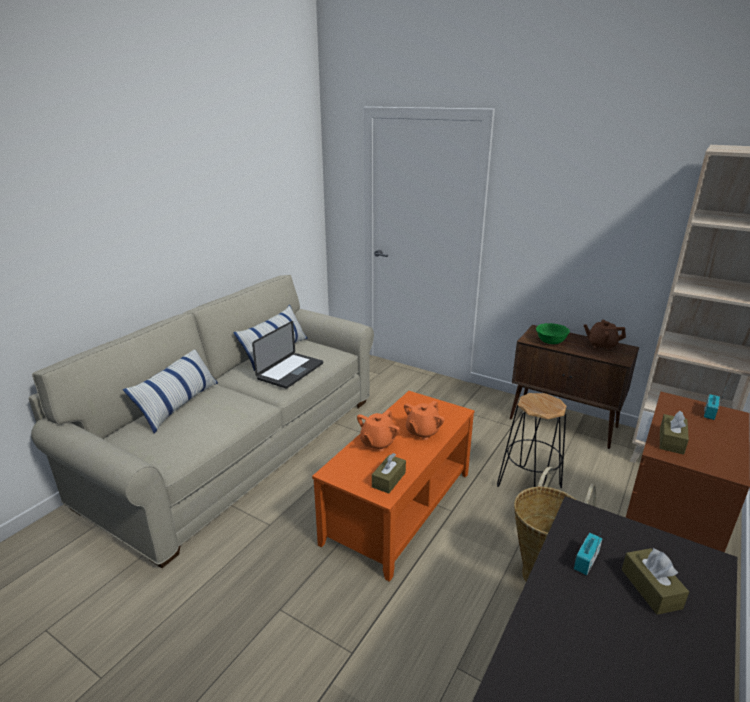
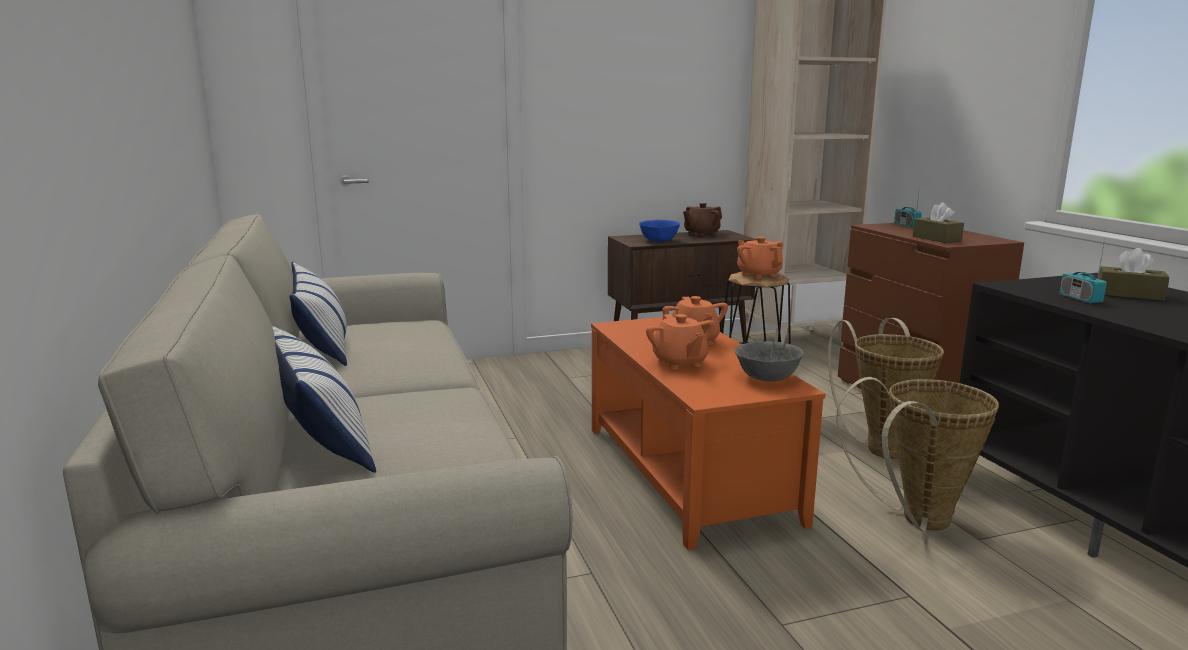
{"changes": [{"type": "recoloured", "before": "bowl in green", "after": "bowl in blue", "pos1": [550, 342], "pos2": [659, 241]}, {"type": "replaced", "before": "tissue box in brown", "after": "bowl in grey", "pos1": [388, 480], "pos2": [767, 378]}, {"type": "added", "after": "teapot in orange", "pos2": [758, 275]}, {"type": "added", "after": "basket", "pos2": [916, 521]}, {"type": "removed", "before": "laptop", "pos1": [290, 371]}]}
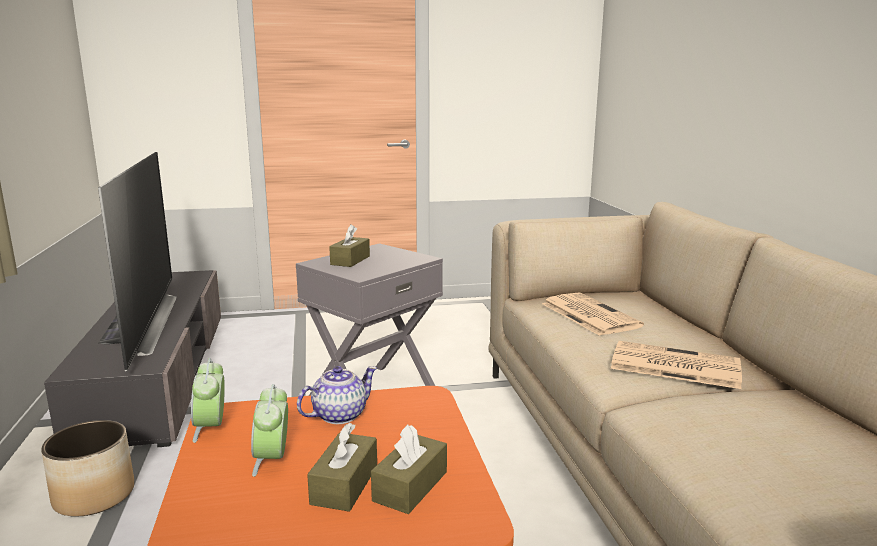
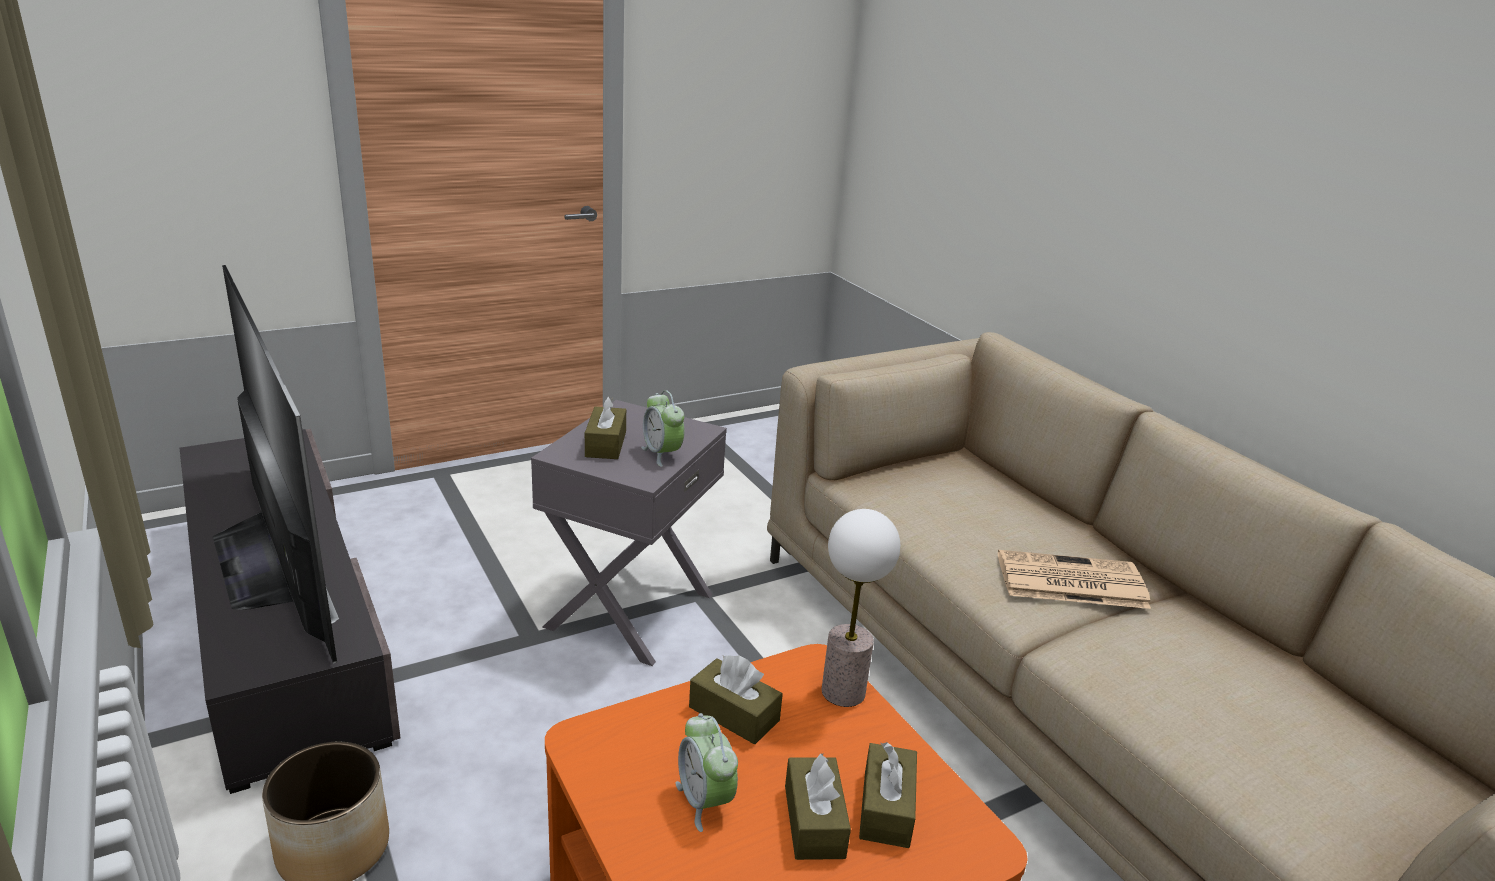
{"changes": [{"type": "moved", "before": "alarm clock", "pos1": [211, 428], "pos2": [662, 454]}, {"type": "replaced", "before": "teapot", "after": "tissue box in brown", "pos1": [338, 415], "pos2": [734, 714]}, {"type": "added", "after": "table lamp", "pos2": [842, 691]}, {"type": "removed", "before": "newspaper", "pos1": [588, 314]}]}
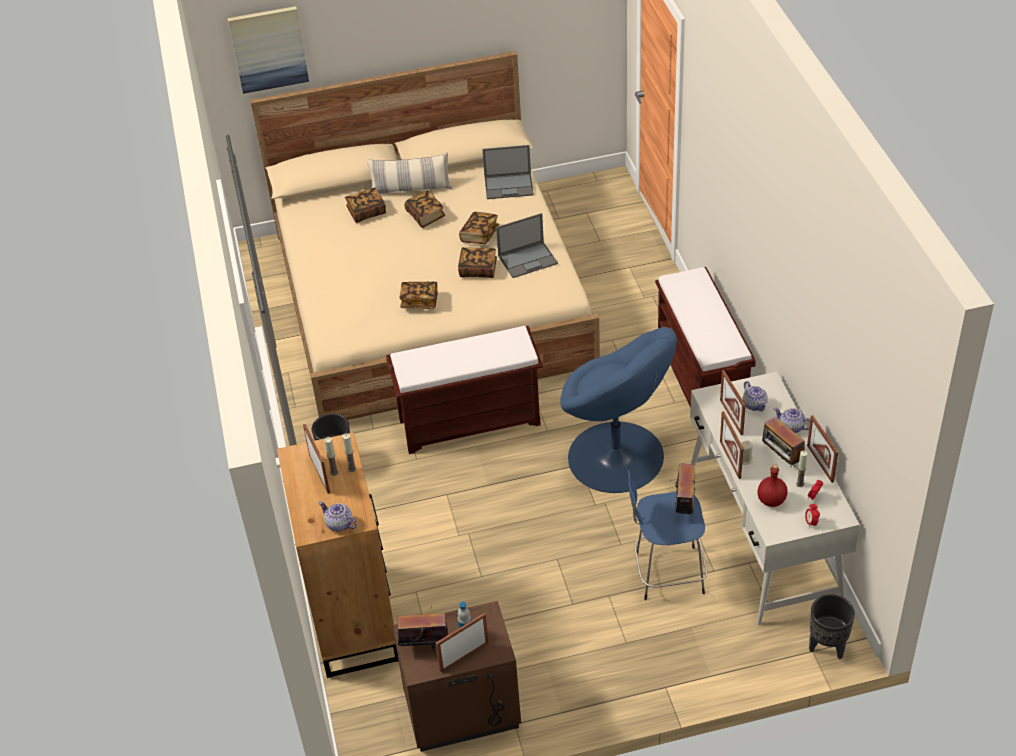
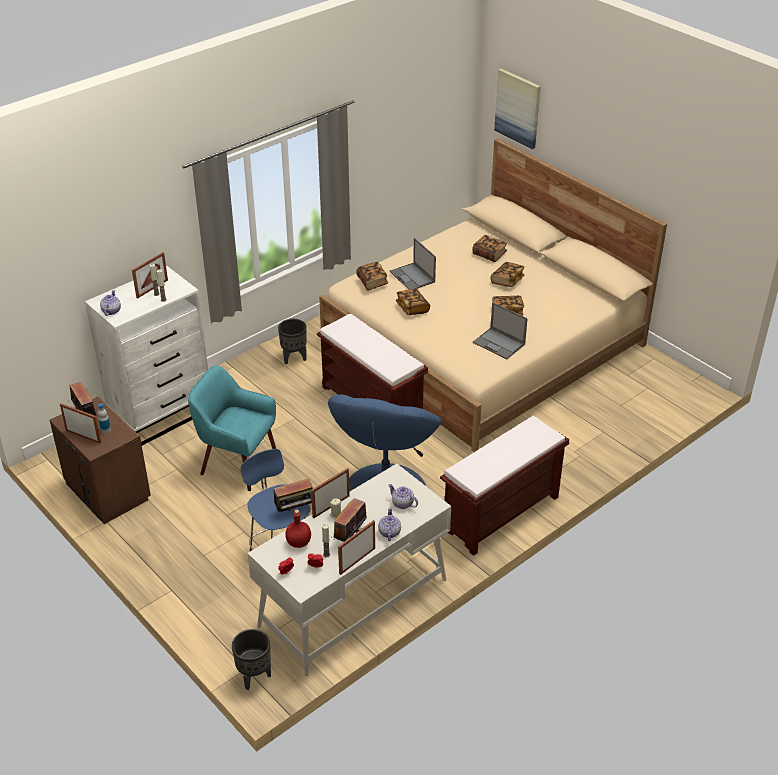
{"changes": [{"type": "recoloured", "before": "dresser in brown", "after": "dresser in white", "pos1": [353, 618], "pos2": [162, 414]}, {"type": "added", "after": "armchair in turquoise", "pos2": [237, 463]}, {"type": "moved", "before": "book", "pos1": [478, 270], "pos2": [372, 282]}, {"type": "turned", "before": "teapot", "pos1": [755, 405], "pos2": [402, 503], "turn": 90}, {"type": "moved", "before": "laptop", "pos1": [509, 186], "pos2": [412, 277]}, {"type": "removed", "before": "pillow", "pos1": [411, 189]}, {"type": "removed", "before": "picture frame", "pos1": [731, 417]}]}
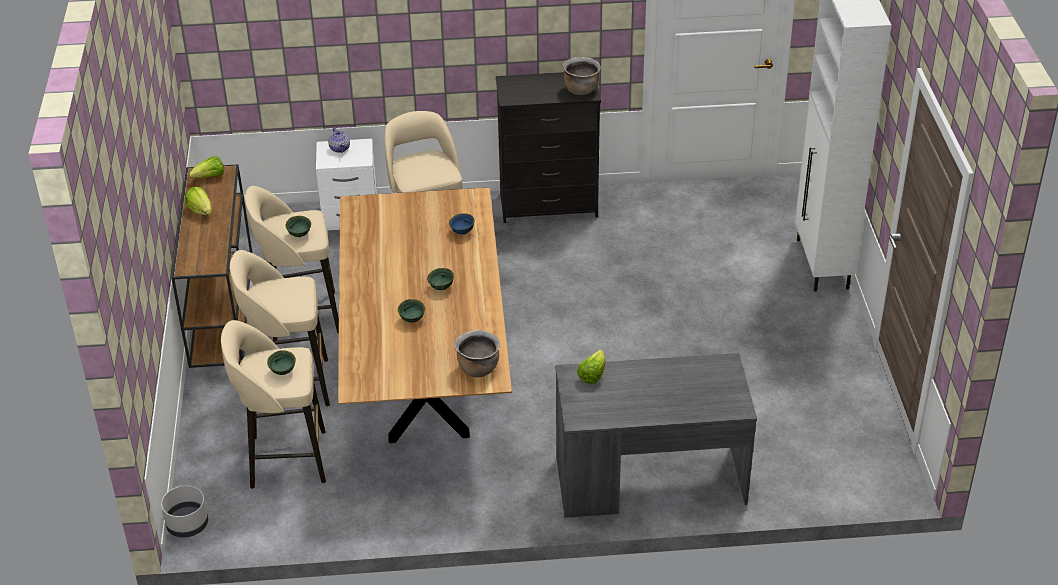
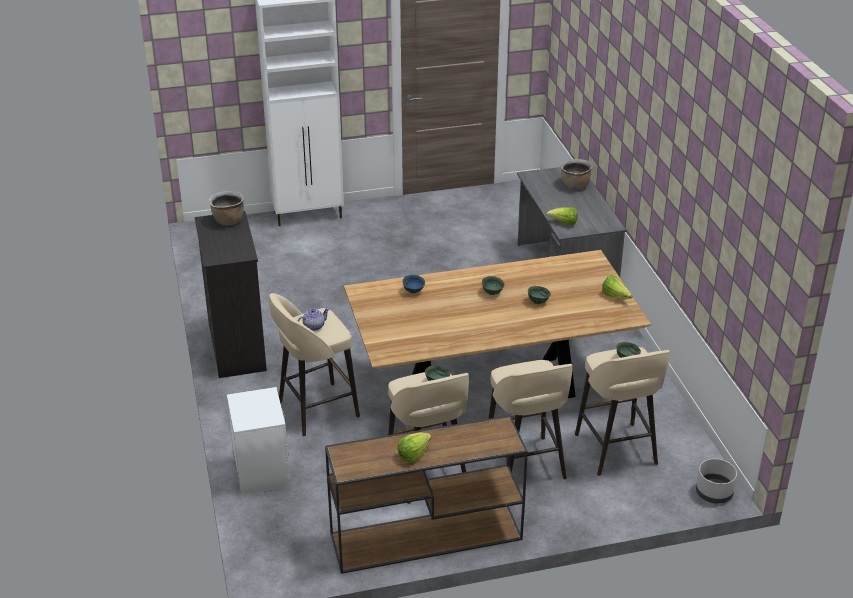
{"changes": [{"type": "moved", "before": "teapot", "pos1": [340, 148], "pos2": [313, 326]}, {"type": "moved", "before": "cooking pot in brown", "pos1": [478, 368], "pos2": [575, 186]}, {"type": "moved", "before": "lettuce", "pos1": [209, 177], "pos2": [615, 296]}]}
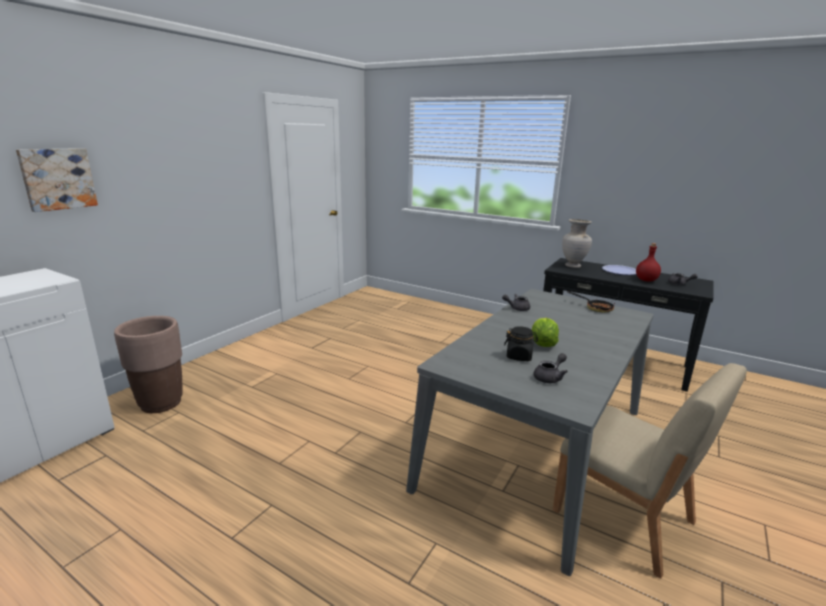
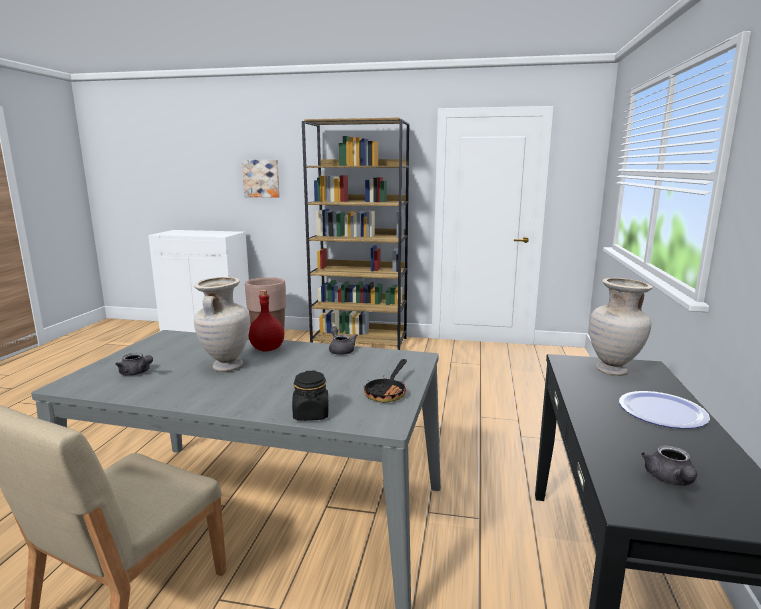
{"changes": [{"type": "replaced", "before": "lettuce", "after": "vase in beige", "pos1": [542, 344], "pos2": [226, 367]}, {"type": "moved", "before": "bottle in red", "pos1": [646, 280], "pos2": [266, 349]}, {"type": "moved", "before": "jar in black", "pos1": [519, 356], "pos2": [311, 414]}, {"type": "added", "after": "bookcase in brown", "pos2": [360, 342]}]}
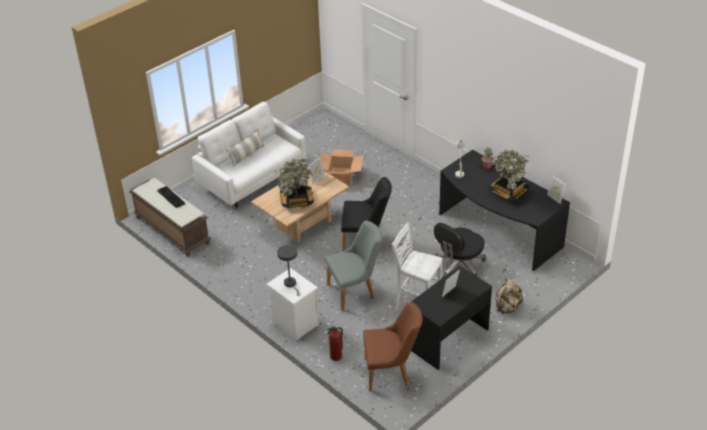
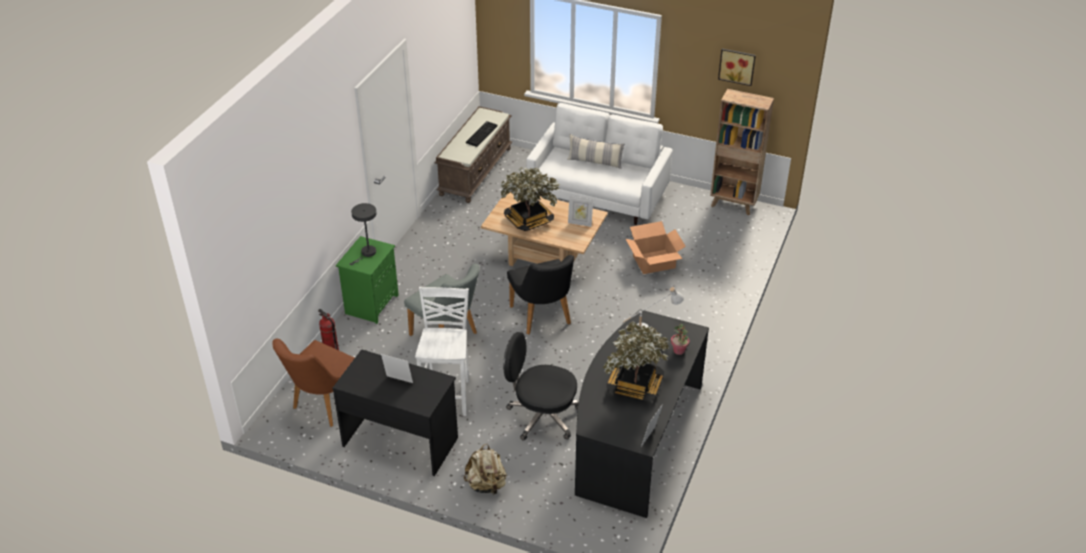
{"changes": [{"type": "turned", "before": "chair in brown", "pos1": [391, 372], "pos2": [323, 405], "turn": 60}, {"type": "recoloured", "before": "nightstand in white", "after": "nightstand in green", "pos1": [294, 323], "pos2": [371, 304]}, {"type": "added", "after": "bookcase in brown", "pos2": [734, 204]}, {"type": "added", "after": "picture", "pos2": [737, 66]}]}
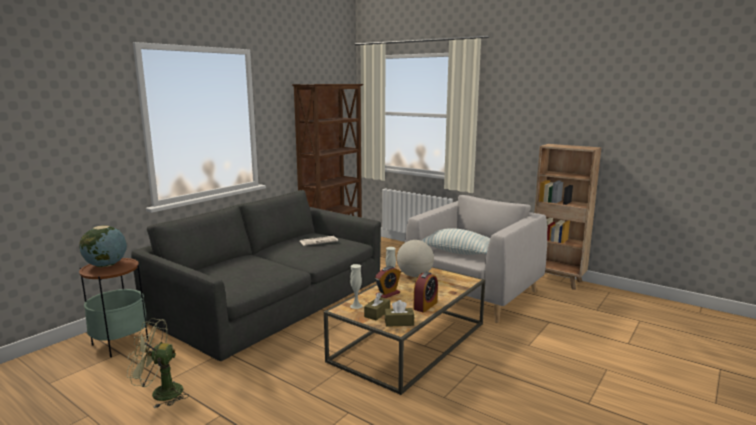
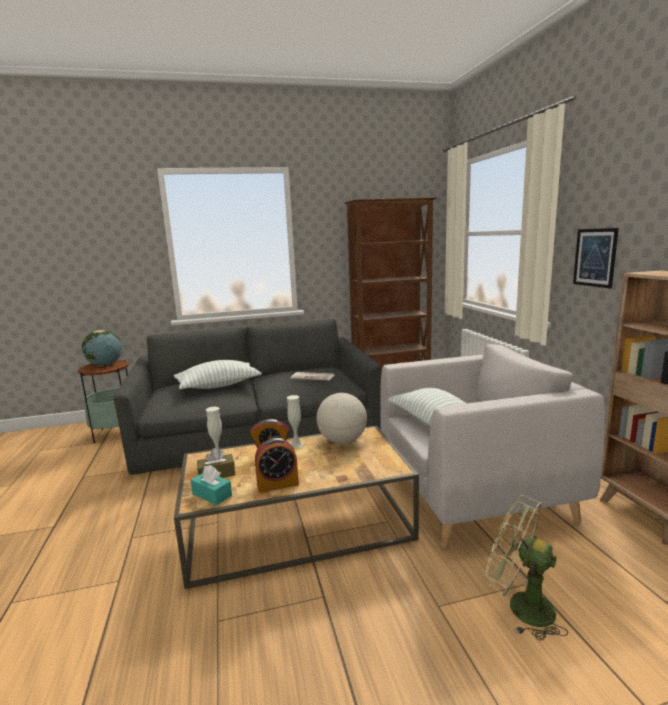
{"changes": [{"type": "added", "after": "pillow", "pos2": [218, 386]}, {"type": "recoloured", "before": "tissue box in brown", "after": "tissue box in turquoise", "pos1": [399, 322], "pos2": [212, 494]}, {"type": "moved", "before": "fan in green", "pos1": [160, 393], "pos2": [520, 606]}, {"type": "added", "after": "picture", "pos2": [594, 257]}]}
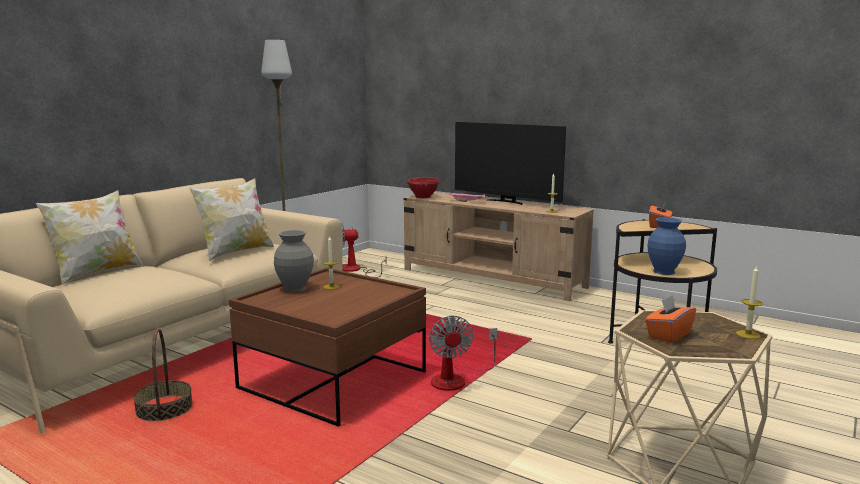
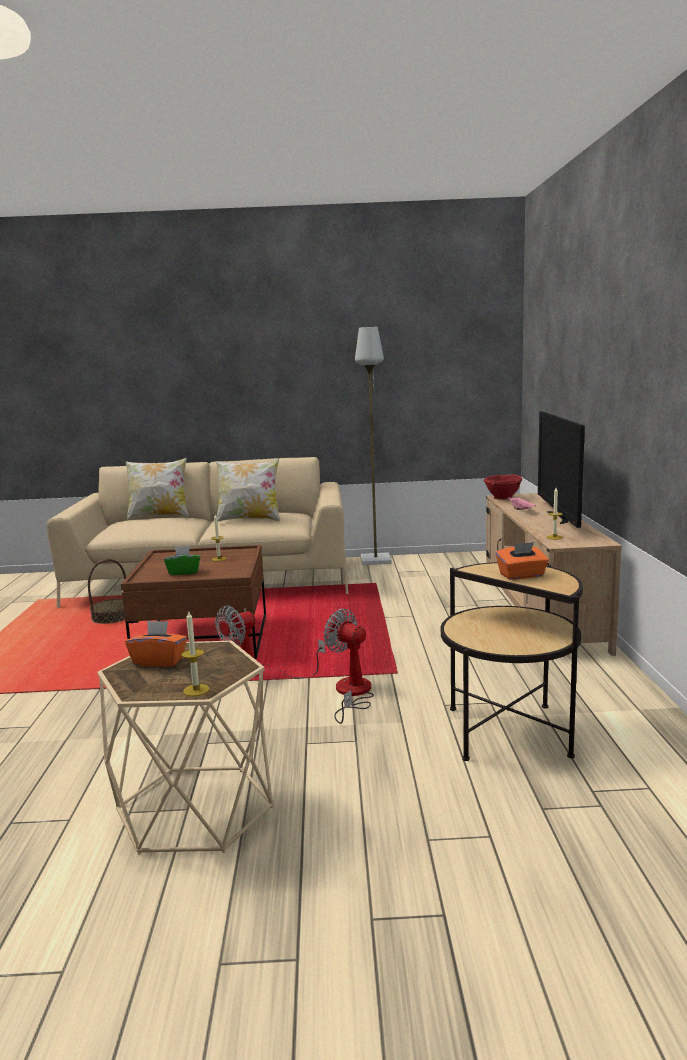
{"changes": [{"type": "added", "after": "tissue box in green", "pos2": [184, 572]}, {"type": "moved", "before": "fan", "pos1": [355, 270], "pos2": [352, 694]}, {"type": "removed", "before": "vase in grey", "pos1": [294, 289]}, {"type": "removed", "before": "vase in blue", "pos1": [665, 272]}]}
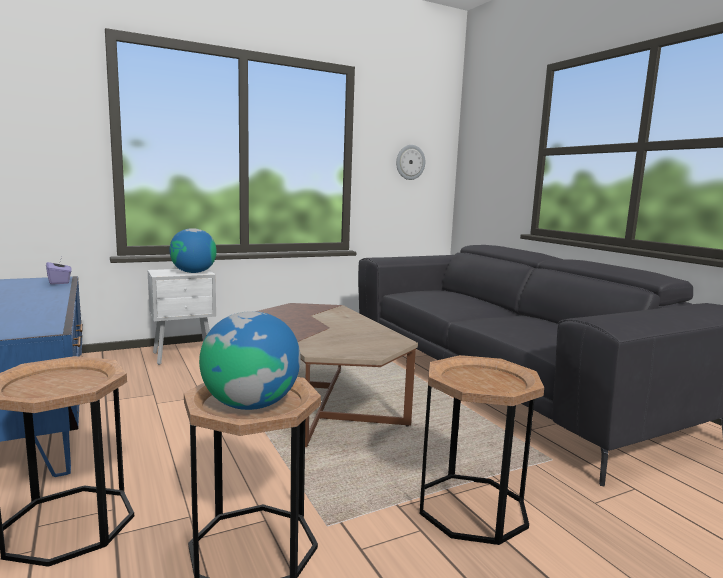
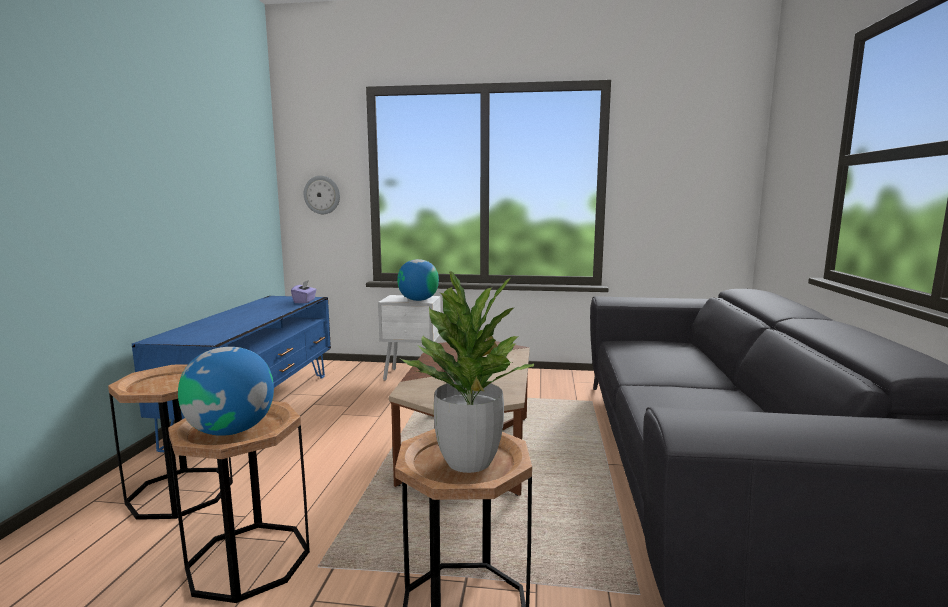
{"changes": [{"type": "moved", "before": "wall clock", "pos1": [410, 162], "pos2": [322, 195]}, {"type": "added", "after": "potted plant", "pos2": [469, 461]}]}
